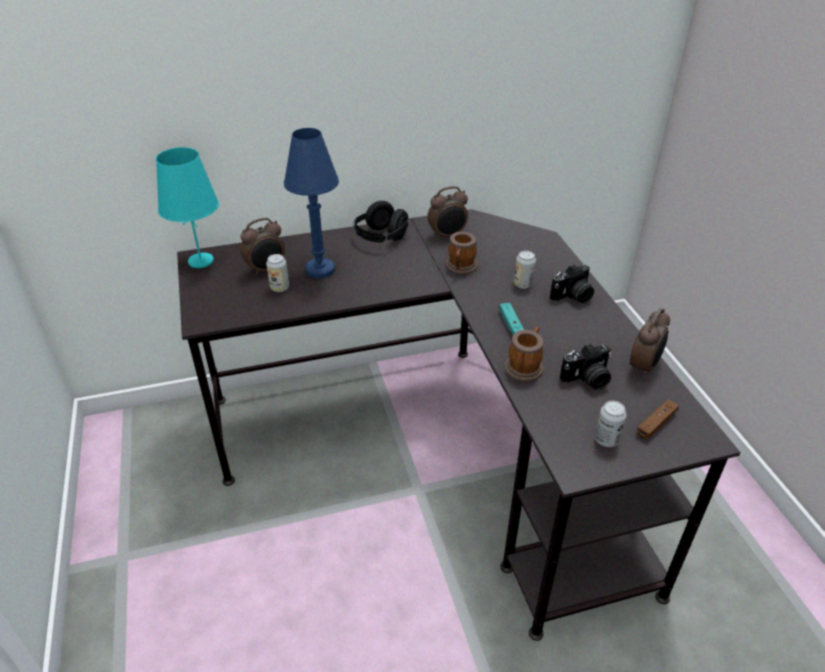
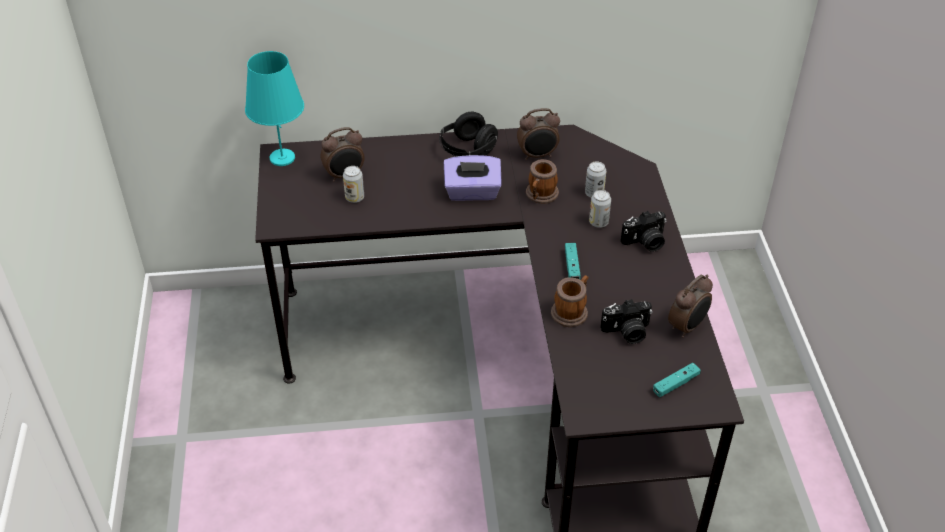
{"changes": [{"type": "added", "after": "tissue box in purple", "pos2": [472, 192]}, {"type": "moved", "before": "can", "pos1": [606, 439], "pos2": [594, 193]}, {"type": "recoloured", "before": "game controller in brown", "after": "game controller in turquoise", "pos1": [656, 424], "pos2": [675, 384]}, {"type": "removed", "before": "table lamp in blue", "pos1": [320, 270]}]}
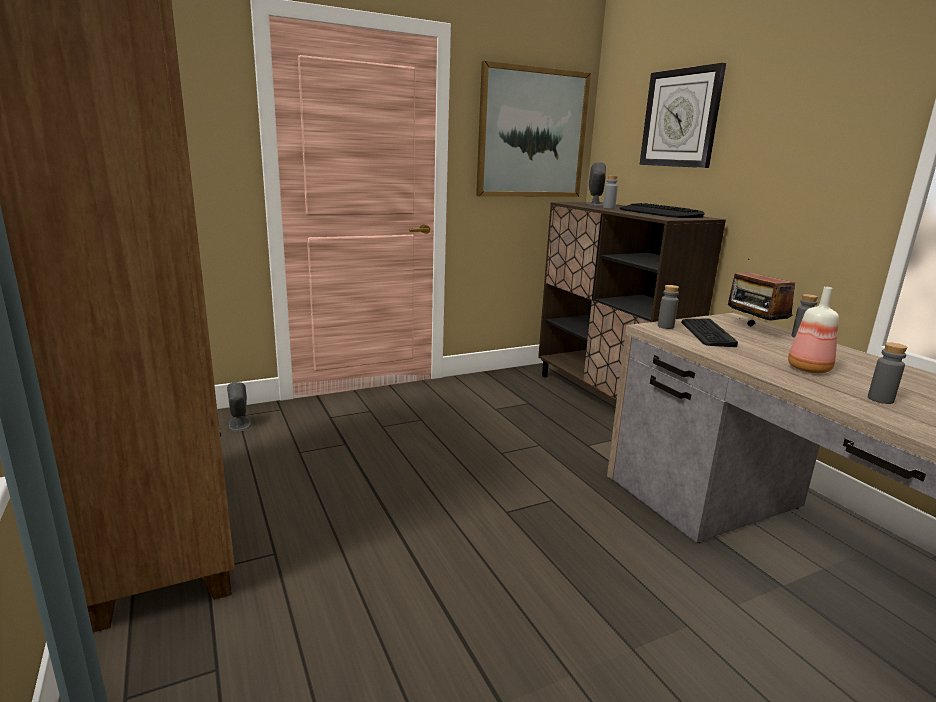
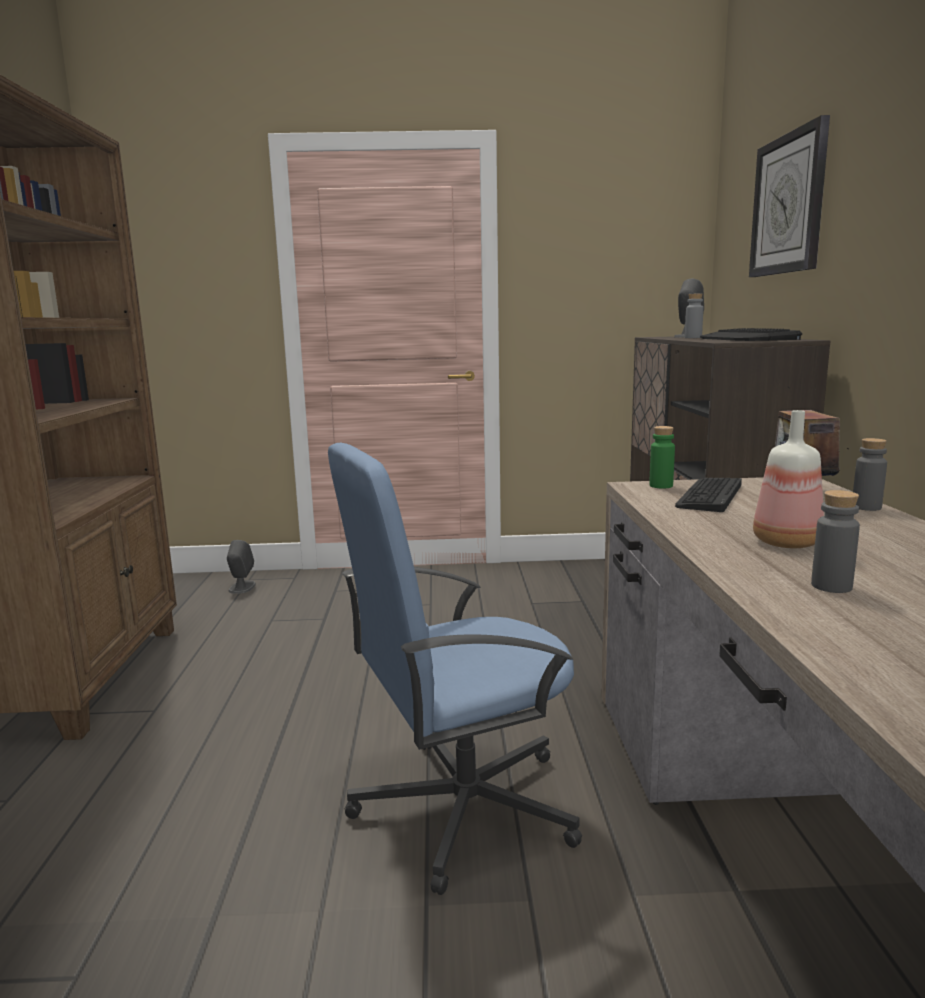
{"changes": [{"type": "added", "after": "office chair in blue", "pos2": [461, 807]}, {"type": "recoloured", "before": "bottle in grey", "after": "bottle in green", "pos1": [665, 326], "pos2": [661, 486]}, {"type": "removed", "before": "picture", "pos1": [532, 134]}]}
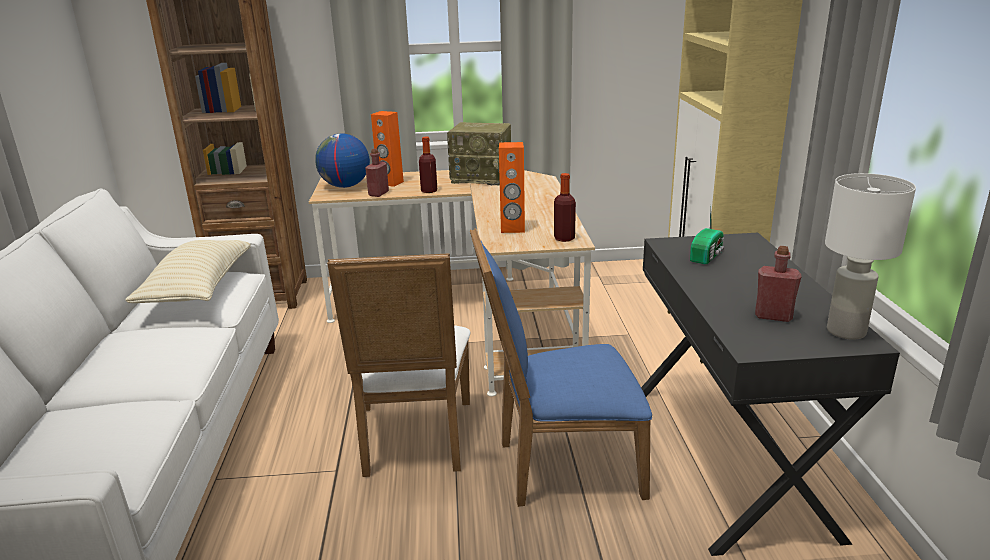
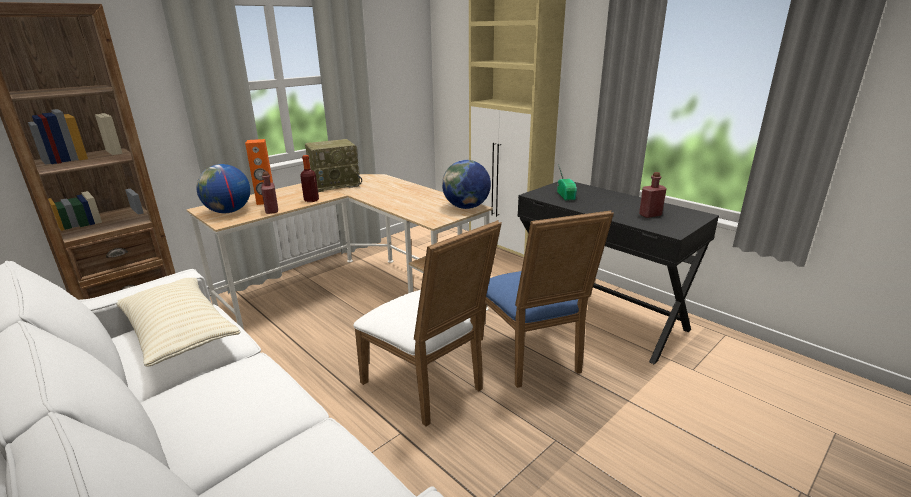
{"changes": [{"type": "replaced", "before": "bottle", "after": "globe", "pos1": [564, 238], "pos2": [466, 207]}, {"type": "turned", "before": "chair in blue", "pos1": [560, 466], "pos2": [532, 357], "turn": -60}, {"type": "removed", "before": "speaker in orange", "pos1": [512, 229]}, {"type": "removed", "before": "table lamp in white", "pos1": [845, 331]}]}
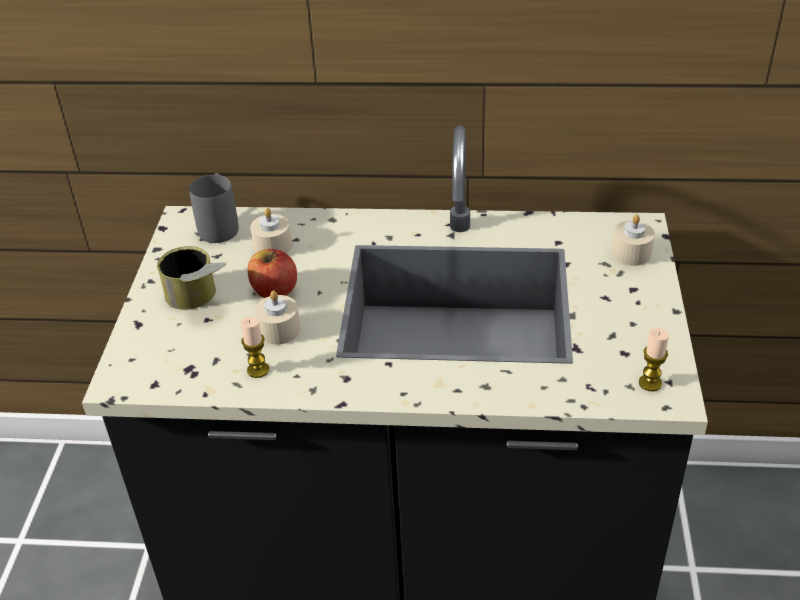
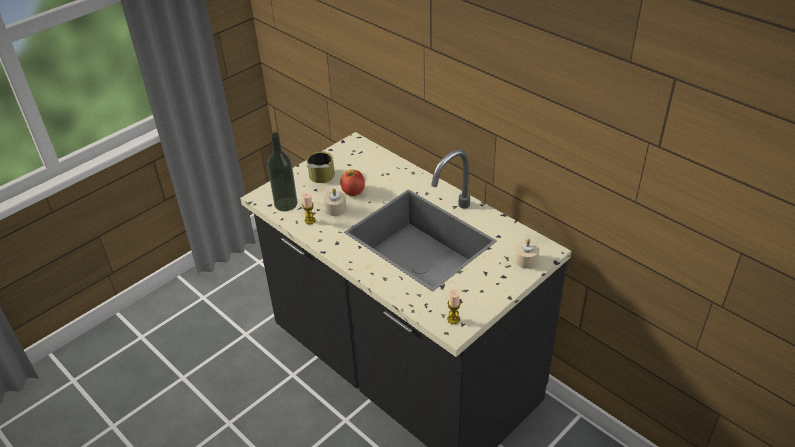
{"changes": [{"type": "added", "after": "bottle", "pos2": [286, 204]}, {"type": "removed", "before": "mug in grey", "pos1": [220, 225]}, {"type": "removed", "before": "candle in beige", "pos1": [272, 246]}]}
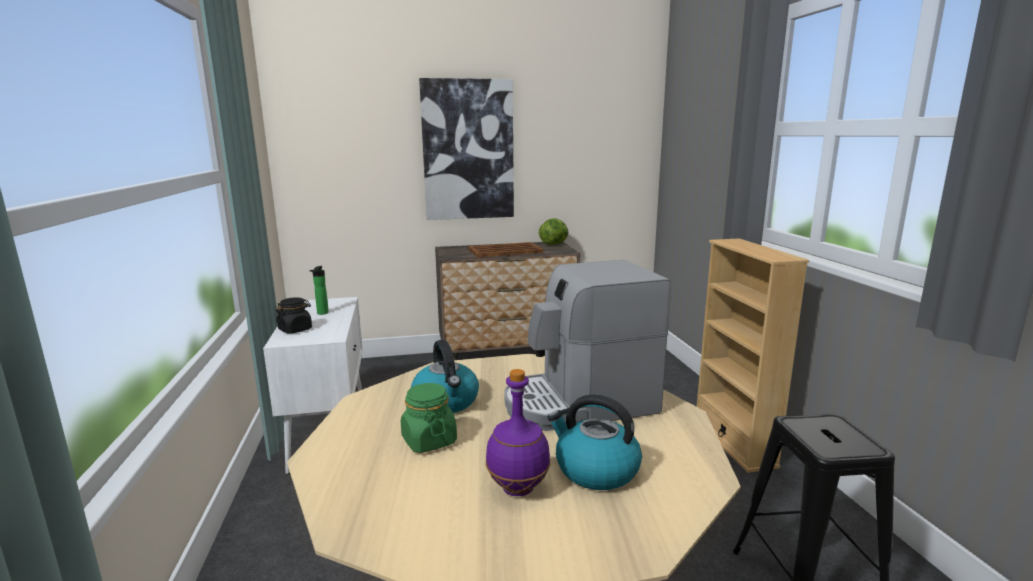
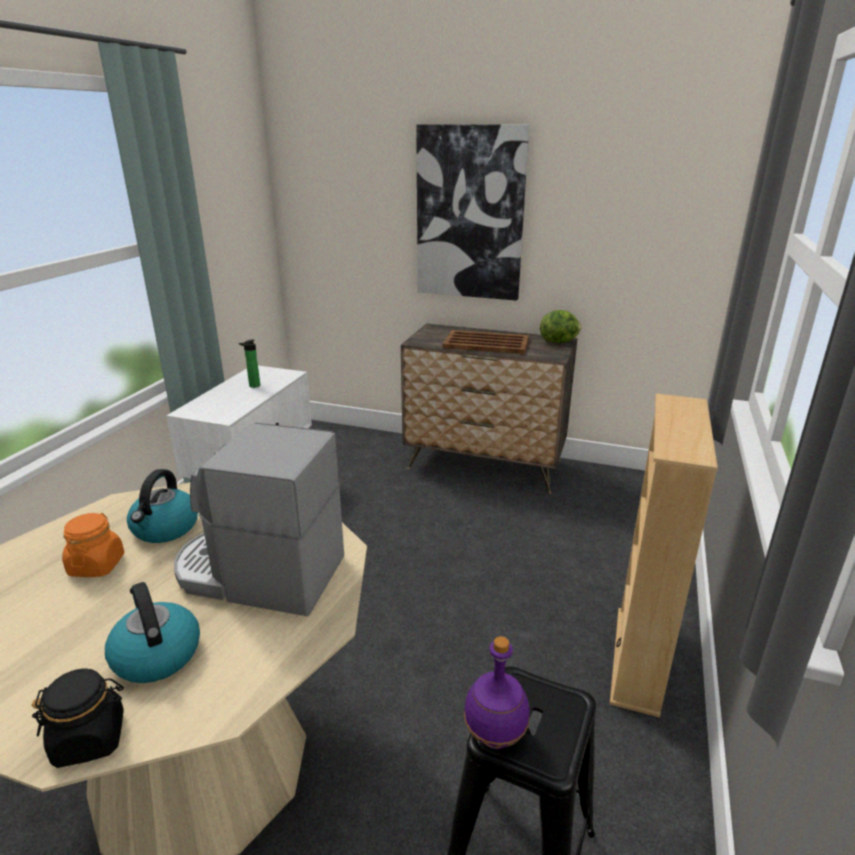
{"changes": [{"type": "moved", "before": "jar in black", "pos1": [295, 329], "pos2": [90, 739]}, {"type": "recoloured", "before": "jar in green", "after": "jar in orange", "pos1": [429, 440], "pos2": [97, 565]}, {"type": "moved", "before": "bottle in purple", "pos1": [519, 488], "pos2": [496, 737]}]}
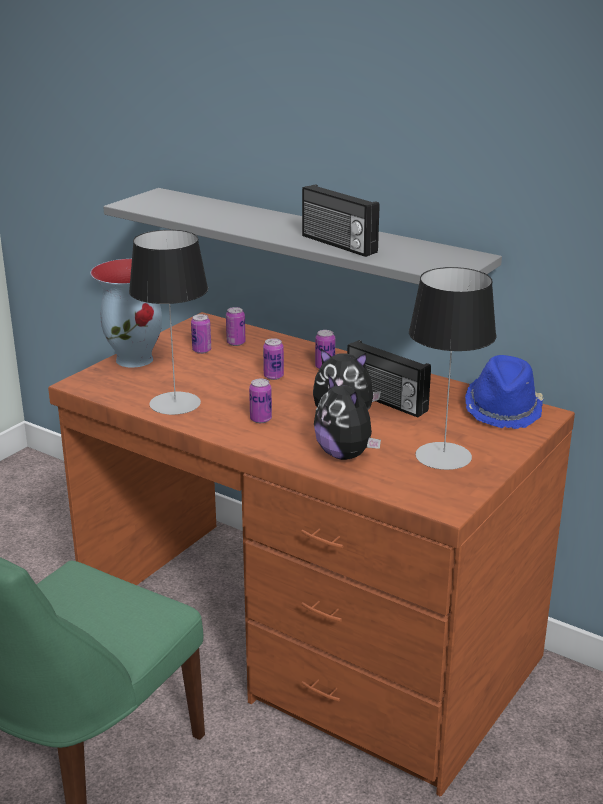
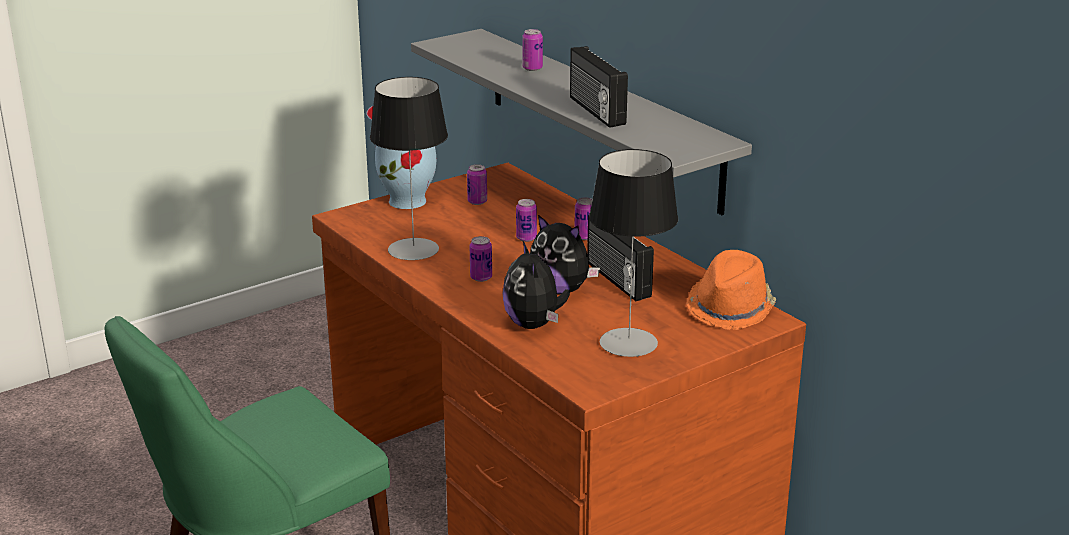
{"changes": [{"type": "moved", "before": "can", "pos1": [236, 343], "pos2": [532, 68]}, {"type": "recoloured", "before": "hat in blue", "after": "hat in orange", "pos1": [503, 409], "pos2": [731, 308]}]}
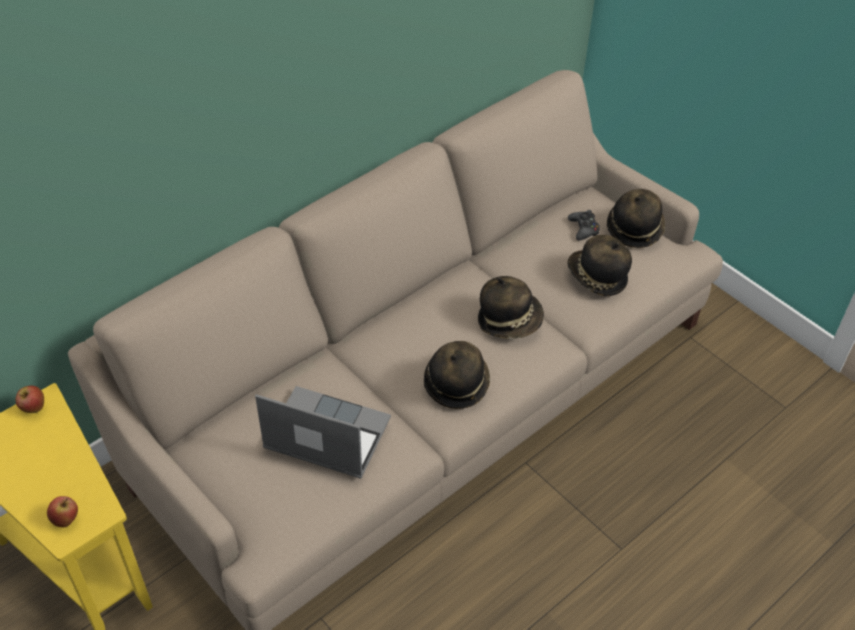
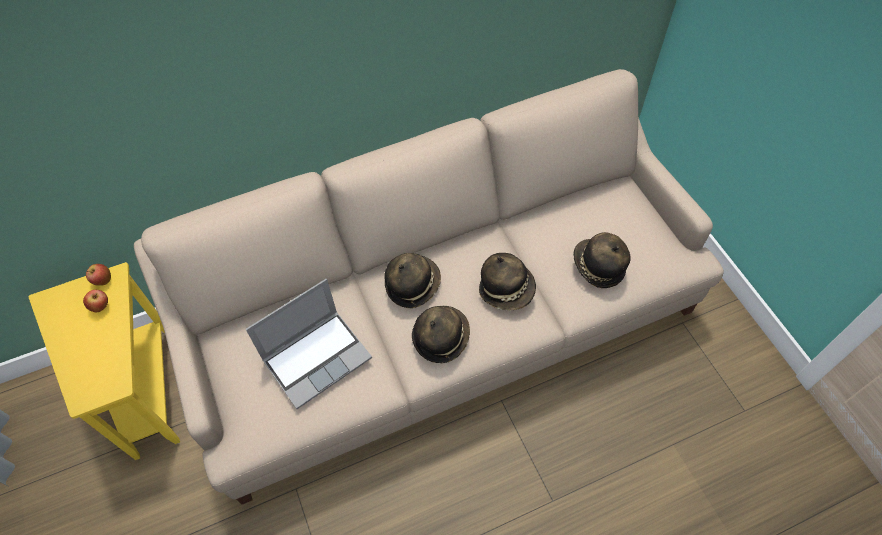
{"changes": [{"type": "moved", "before": "apple", "pos1": [66, 520], "pos2": [101, 306]}, {"type": "turned", "before": "laptop", "pos1": [325, 435], "pos2": [317, 357], "turn": 105}, {"type": "moved", "before": "hat", "pos1": [634, 228], "pos2": [412, 284]}, {"type": "removed", "before": "game controller in black", "pos1": [583, 229]}]}
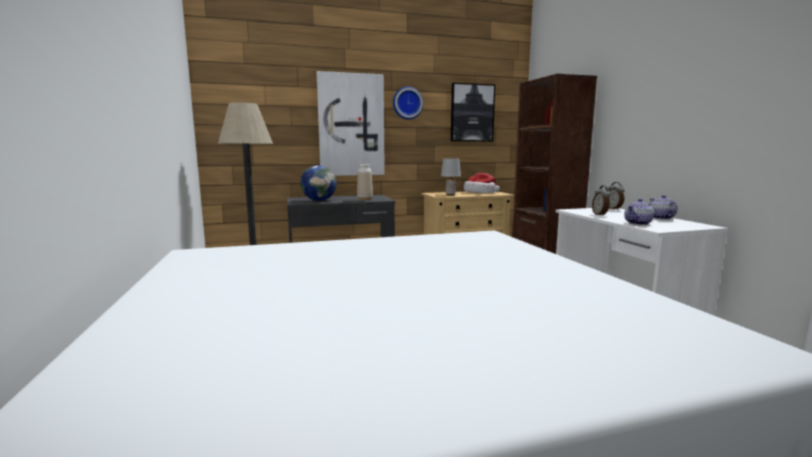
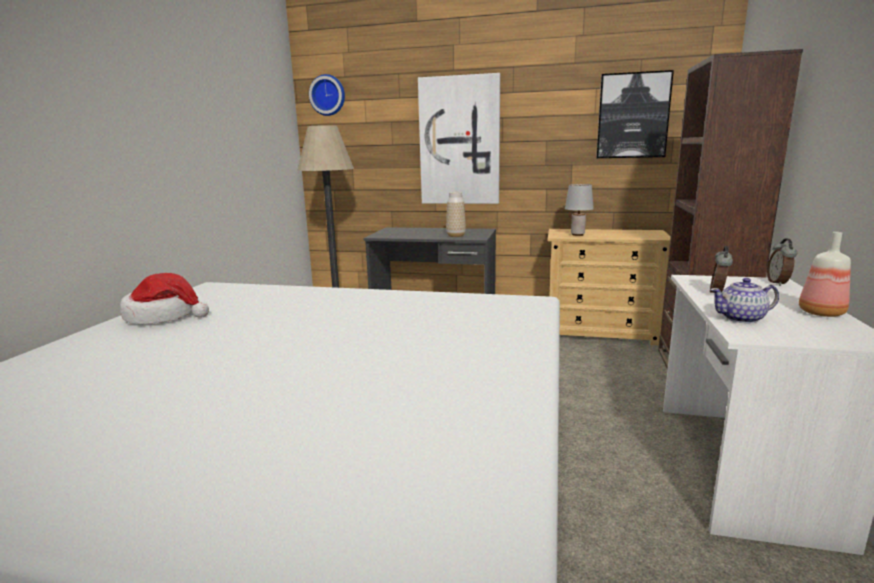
{"changes": [{"type": "moved", "before": "hat", "pos1": [480, 192], "pos2": [164, 316]}, {"type": "moved", "before": "wall clock", "pos1": [407, 103], "pos2": [328, 95]}, {"type": "replaced", "before": "teapot", "after": "bottle", "pos1": [660, 218], "pos2": [820, 313]}, {"type": "removed", "before": "globe", "pos1": [319, 200]}]}
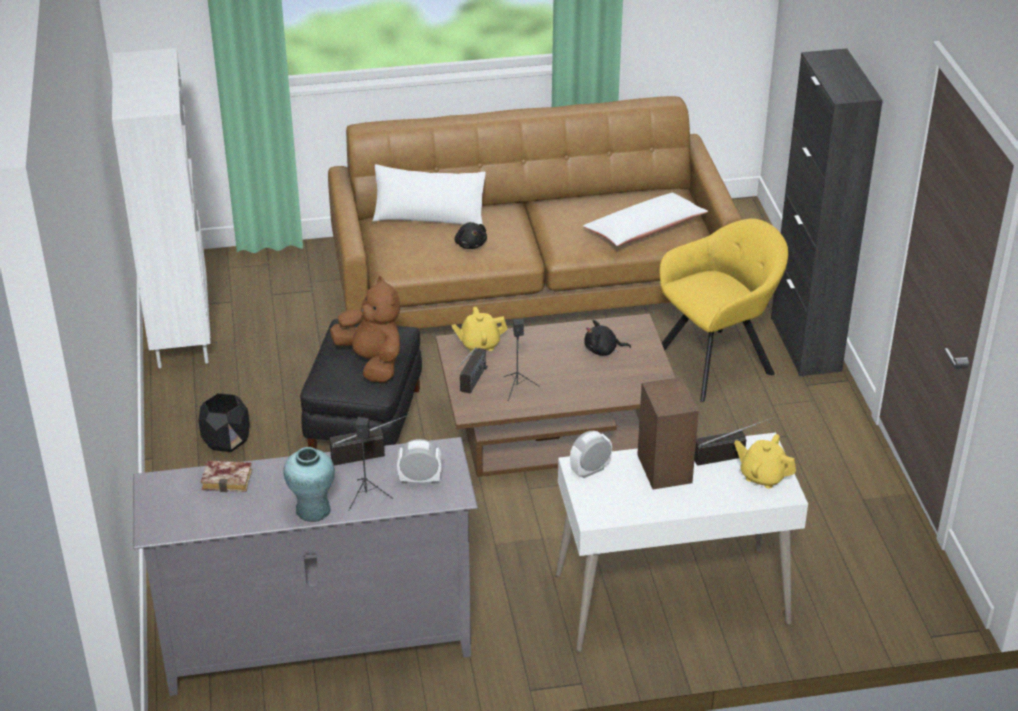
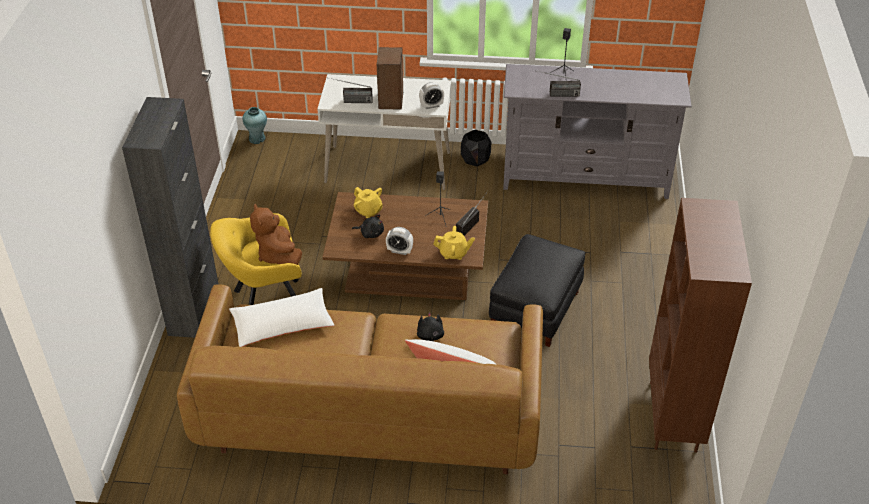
{"changes": [{"type": "moved", "before": "vase in turquoise", "pos1": [313, 510], "pos2": [257, 138]}, {"type": "moved", "before": "plush toy in brown", "pos1": [372, 362], "pos2": [278, 255]}, {"type": "moved", "before": "teapot in yellow", "pos1": [762, 476], "pos2": [368, 211]}, {"type": "moved", "before": "alarm clock", "pos1": [420, 480], "pos2": [399, 251]}, {"type": "moved", "before": "planter in black", "pos1": [227, 441], "pos2": [475, 159]}, {"type": "recoloured", "before": "bookcase in white", "after": "bookcase in brown", "pos1": [180, 334], "pos2": [674, 417]}, {"type": "removed", "before": "book", "pos1": [229, 479]}]}
